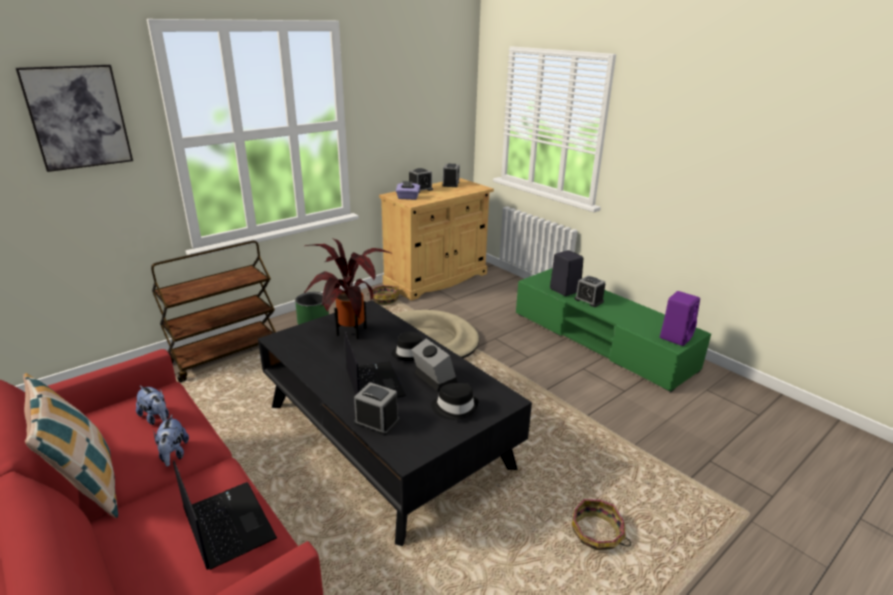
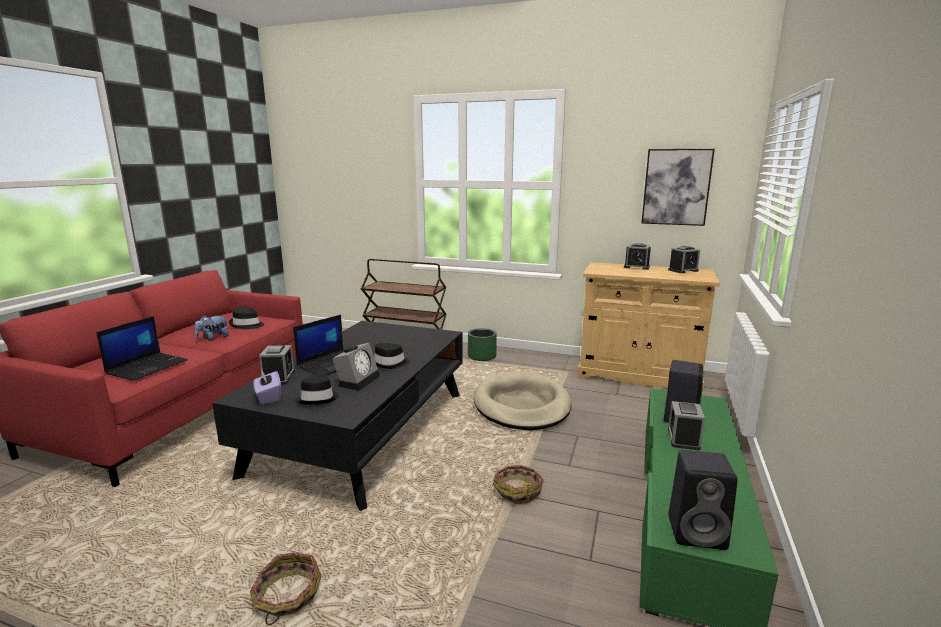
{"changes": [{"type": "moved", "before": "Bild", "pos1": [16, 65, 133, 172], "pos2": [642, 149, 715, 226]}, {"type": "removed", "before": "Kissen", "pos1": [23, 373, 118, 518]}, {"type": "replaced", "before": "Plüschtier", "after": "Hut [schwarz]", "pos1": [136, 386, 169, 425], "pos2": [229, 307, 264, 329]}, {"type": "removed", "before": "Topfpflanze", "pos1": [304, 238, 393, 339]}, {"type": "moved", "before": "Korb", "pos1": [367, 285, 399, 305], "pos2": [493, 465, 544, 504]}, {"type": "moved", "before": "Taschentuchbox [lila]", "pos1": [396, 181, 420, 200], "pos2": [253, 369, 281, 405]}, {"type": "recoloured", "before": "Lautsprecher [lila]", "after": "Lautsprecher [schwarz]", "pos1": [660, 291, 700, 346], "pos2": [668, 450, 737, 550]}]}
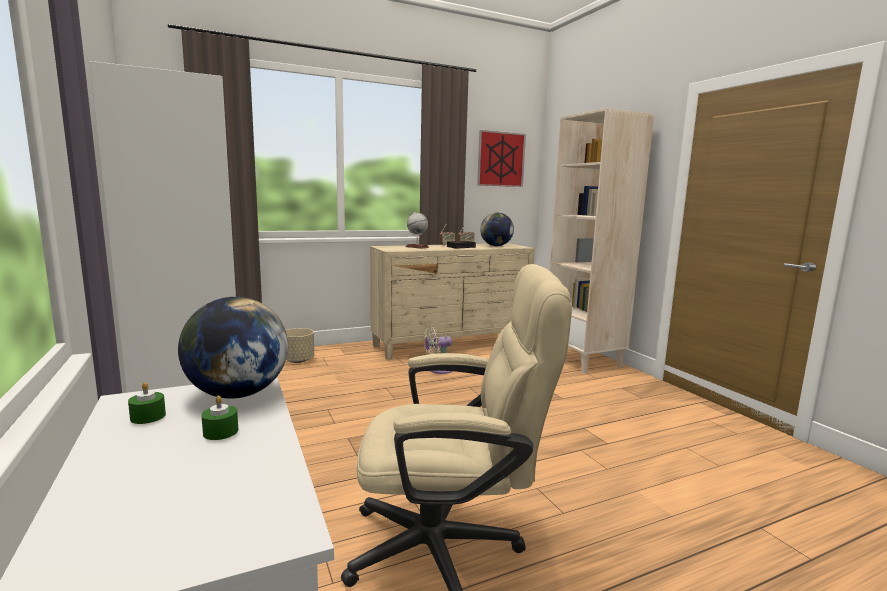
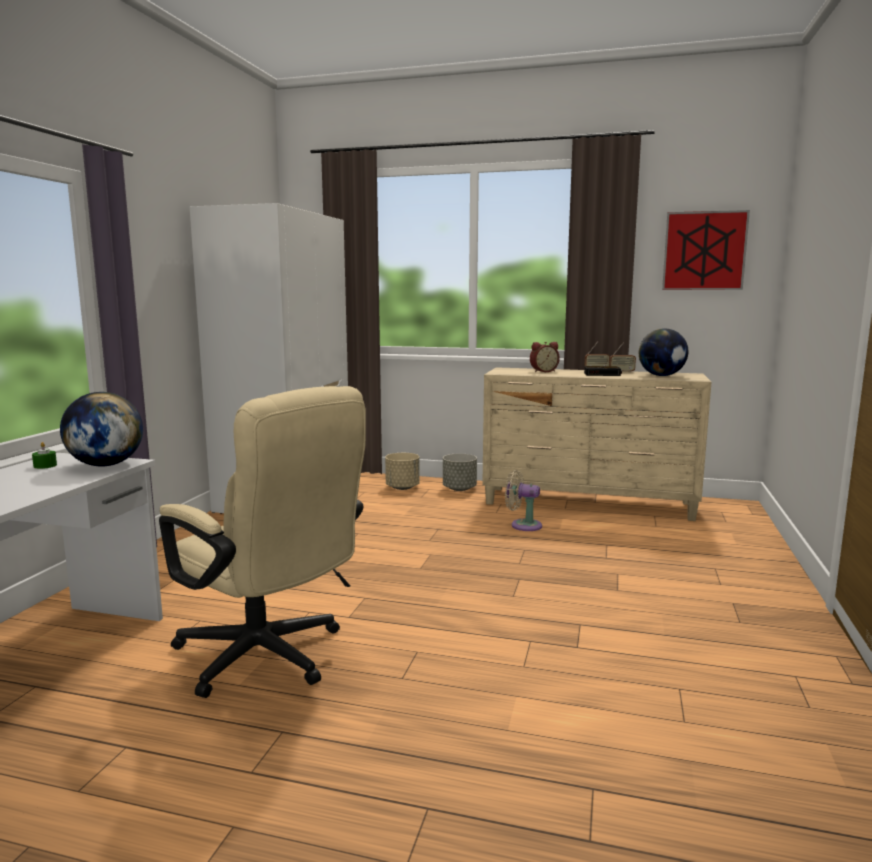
{"changes": [{"type": "removed", "before": "Kerze [grün]", "pos1": [201, 396, 238, 440]}, {"type": "replaced", "before": "Globus", "after": "Wecker", "pos1": [406, 212, 429, 249], "pos2": [530, 342, 560, 372]}, {"type": "removed", "before": "Bücherregal [beige]", "pos1": [550, 108, 654, 374]}, {"type": "added", "after": "Pflanzkübel [grau]", "pos2": [443, 454, 477, 491]}]}
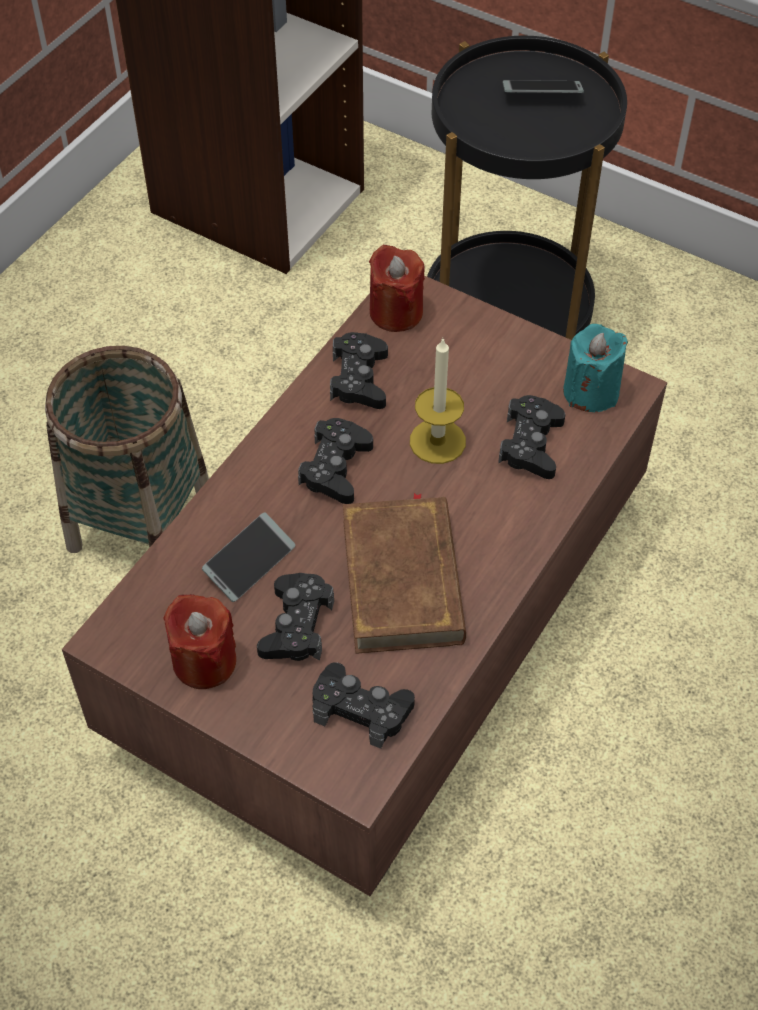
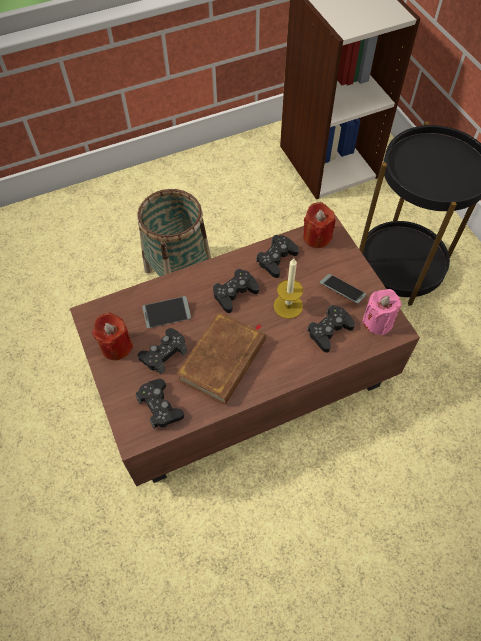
{"changes": [{"type": "moved", "before": "Handy", "pos1": [503, 80, 584, 93], "pos2": [320, 274, 367, 304]}, {"type": "recoloured", "before": "Kerze [türkis]", "after": "Kerze [rosa]", "pos1": [563, 324, 628, 412], "pos2": [362, 289, 401, 335]}]}
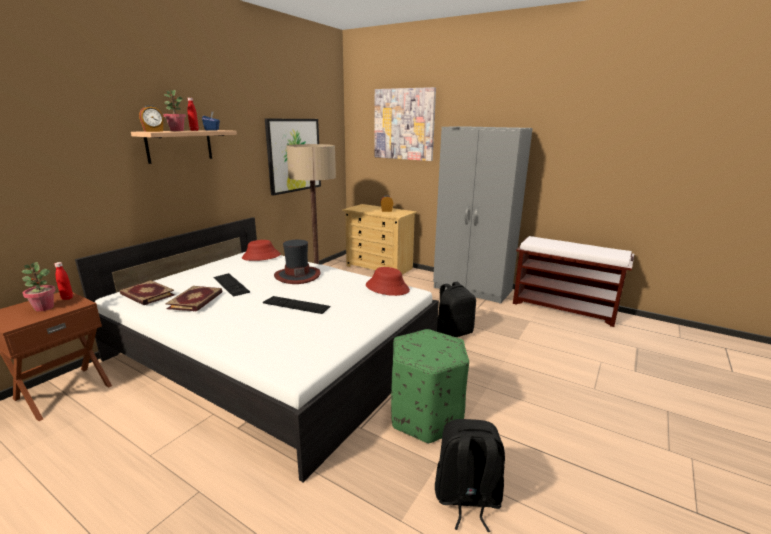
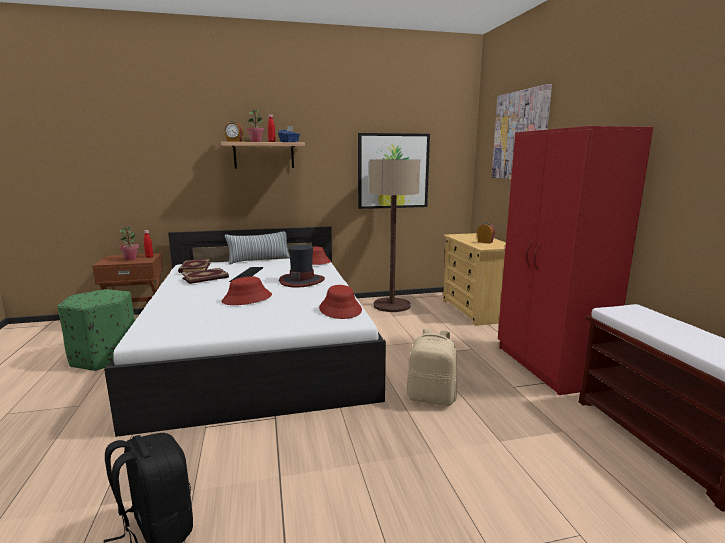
{"changes": [{"type": "replaced", "before": "Tastatur", "after": "Hut [rot]", "pos1": [263, 296, 331, 314], "pos2": [222, 277, 272, 305]}, {"type": "moved", "before": "Polsterhocker [grün]", "pos1": [391, 329, 469, 444], "pos2": [58, 289, 135, 371]}, {"type": "recoloured", "before": "Kleiderschrank [grau]", "after": "Kleiderschrank [rot]", "pos1": [433, 126, 533, 304], "pos2": [498, 126, 653, 395]}, {"type": "recoloured", "before": "Rucksack [schwarz]", "after": "Rucksack [beige]", "pos1": [437, 282, 476, 337], "pos2": [407, 329, 457, 406]}, {"type": "added", "after": "Kissen", "pos2": [225, 231, 290, 265]}]}
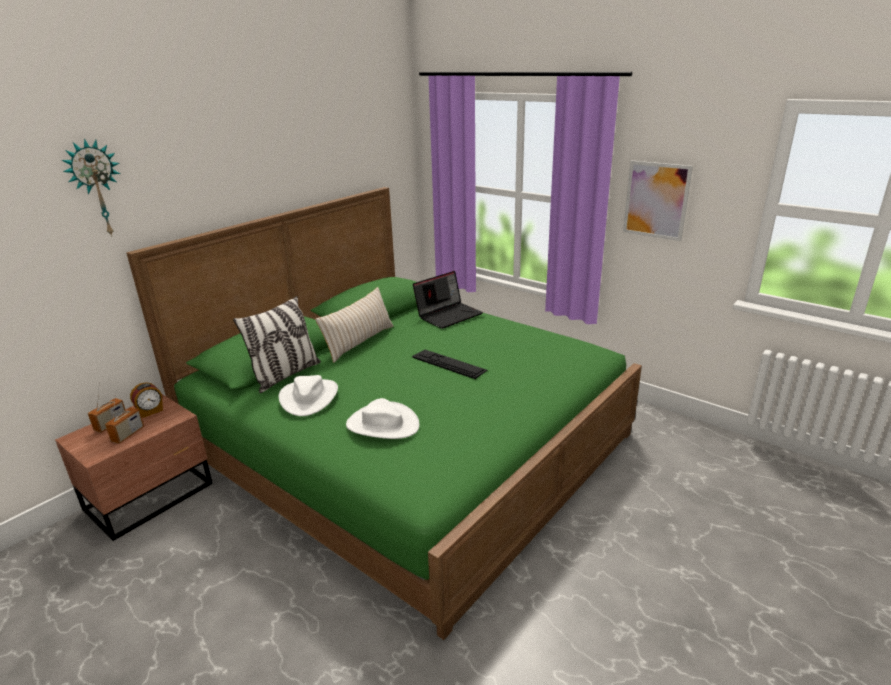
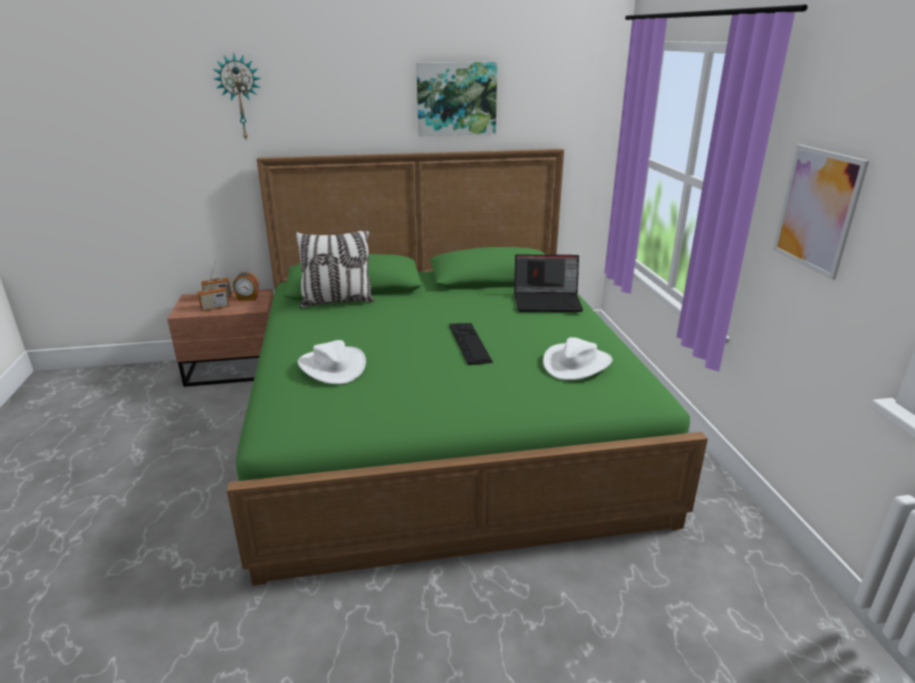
{"changes": [{"type": "moved", "before": "Hut [weiß]", "pos1": [279, 375, 338, 416], "pos2": [543, 337, 612, 380]}, {"type": "removed", "before": "Kissen [beige]", "pos1": [315, 287, 393, 363]}, {"type": "added", "after": "Bild", "pos2": [416, 62, 498, 136]}]}
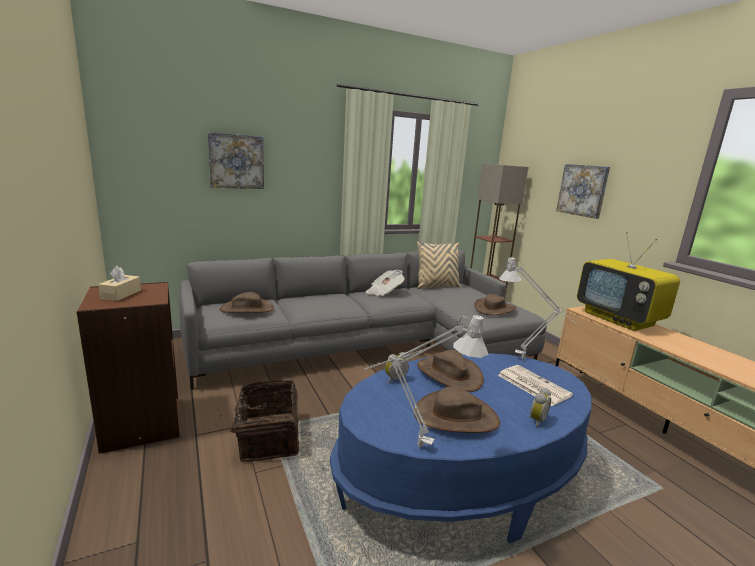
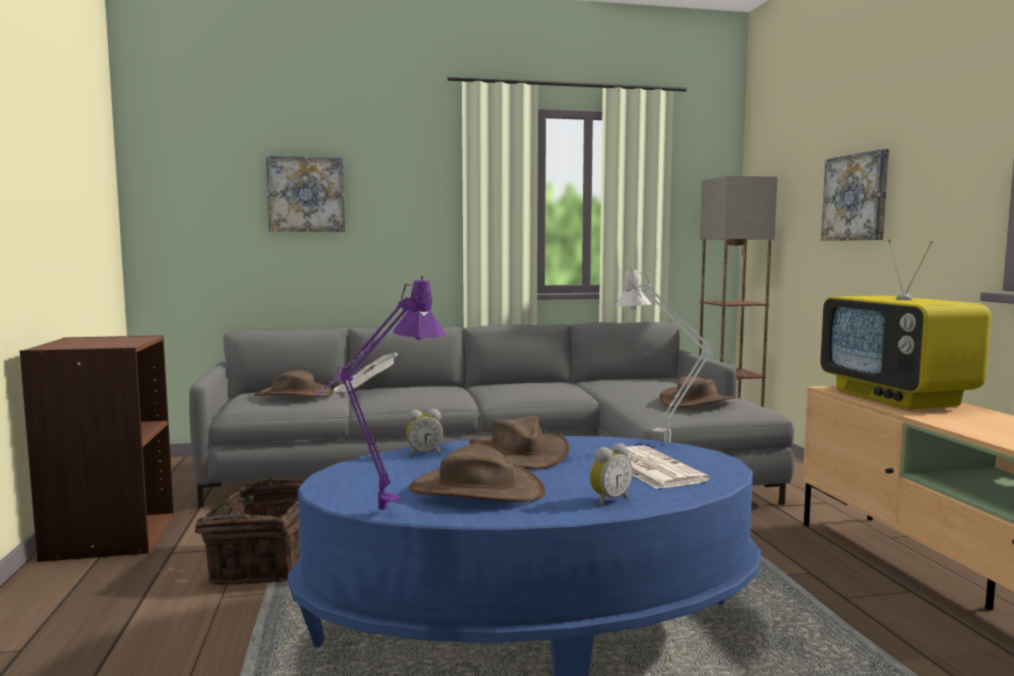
{"changes": [{"type": "removed", "before": "Taschentuchbox [beige]", "pos1": [98, 266, 141, 301]}, {"type": "recoloured", "before": "Tischlampe [grau]", "after": "Tischlampe [lila]", "pos1": [364, 314, 489, 449], "pos2": [316, 276, 446, 512]}, {"type": "moved", "before": "Zeitung", "pos1": [366, 270, 405, 296], "pos2": [334, 353, 398, 392]}, {"type": "removed", "before": "Kissen [beige]", "pos1": [417, 241, 461, 289]}]}
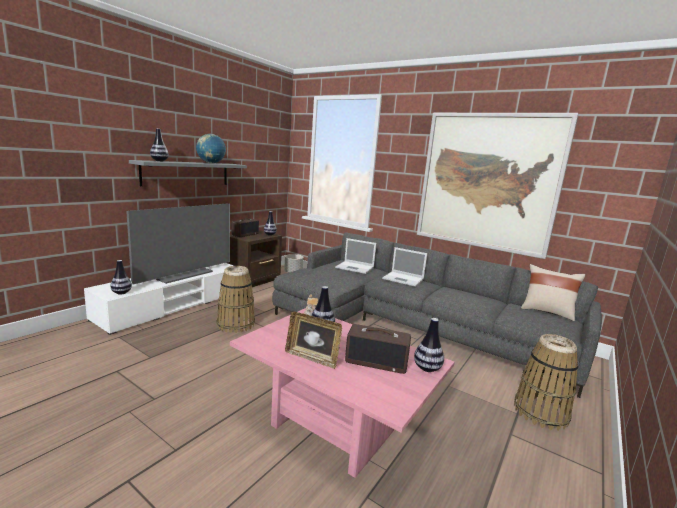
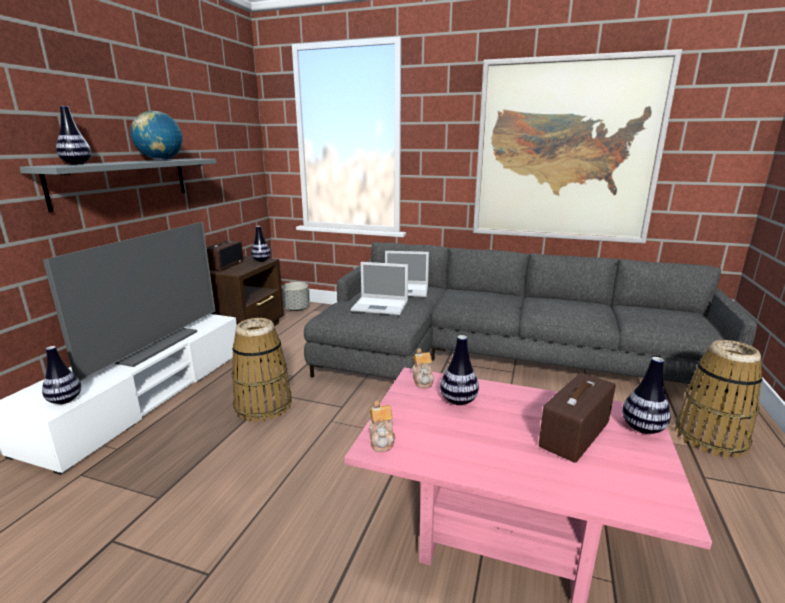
{"changes": [{"type": "removed", "before": "Bilderrahmen", "pos1": [285, 311, 342, 369]}, {"type": "turned", "before": "Radio", "pos1": [345, 324, 411, 374], "pos2": [539, 373, 615, 463], "turn": 135}, {"type": "moved", "before": "Laptop", "pos1": [382, 247, 427, 287], "pos2": [350, 262, 408, 315]}, {"type": "removed", "before": "Kissen [beige]", "pos1": [521, 264, 585, 321]}, {"type": "added", "after": "Teekanne", "pos2": [369, 401, 396, 452]}]}
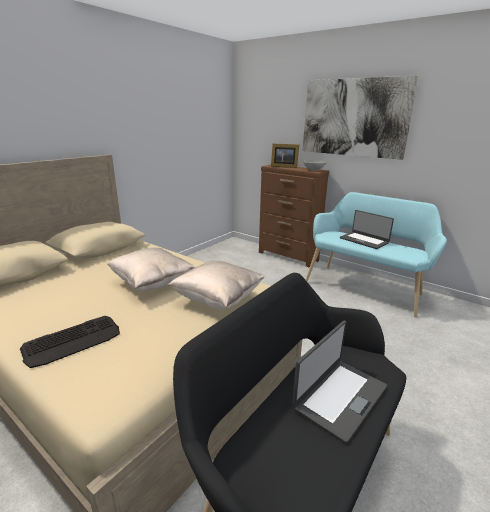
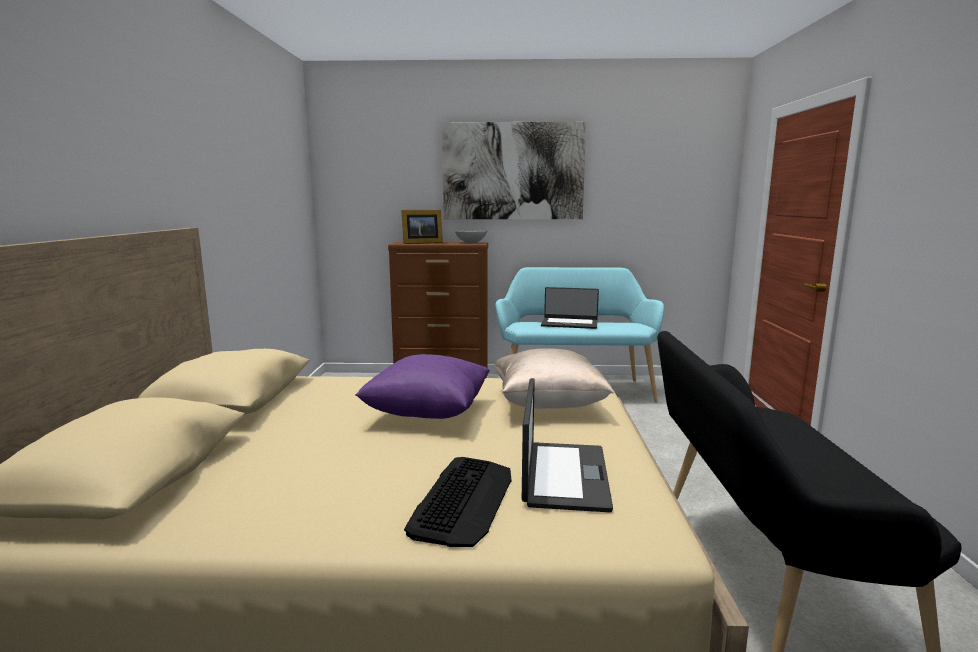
{"changes": [{"type": "recoloured", "before": "Kissen [beige]", "after": "Kissen [lila]", "pos1": [107, 248, 195, 291], "pos2": [355, 354, 490, 419]}, {"type": "moved", "before": "Laptop", "pos1": [292, 320, 387, 444], "pos2": [522, 378, 613, 512]}]}
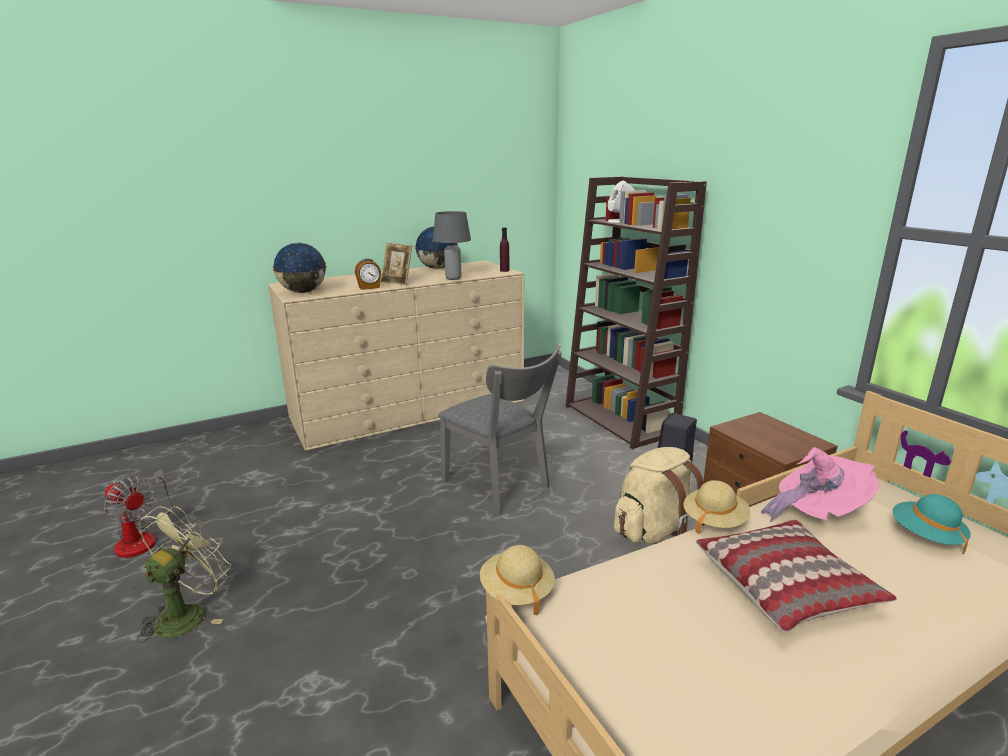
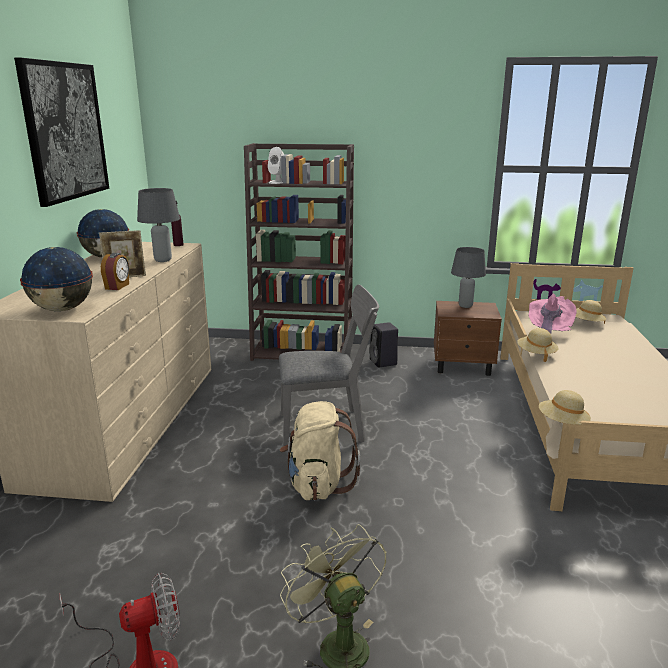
{"changes": [{"type": "moved", "before": "Rucksack [beige]", "pos1": [614, 447, 705, 545], "pos2": [280, 401, 360, 500]}, {"type": "removed", "before": "Kissen", "pos1": [696, 520, 897, 632]}, {"type": "recoloured", "before": "Hut [türkis]", "after": "Hut [beige]", "pos1": [892, 494, 971, 554], "pos2": [576, 300, 606, 324]}, {"type": "added", "after": "Bild", "pos2": [14, 58, 109, 207]}, {"type": "added", "after": "Tischlampe [grau]", "pos2": [451, 247, 486, 308]}]}
